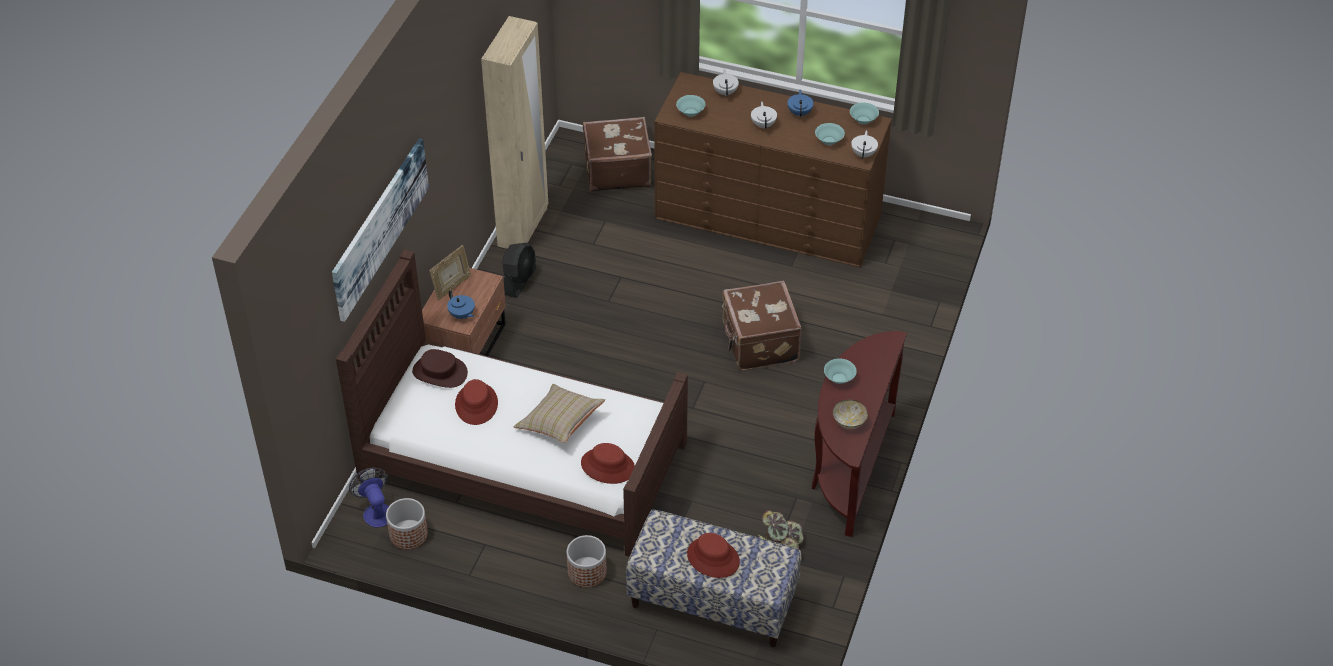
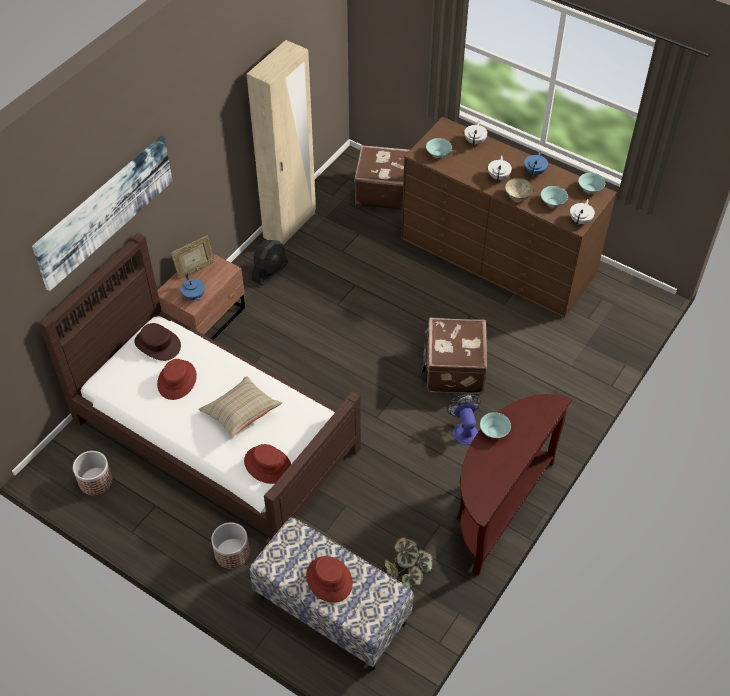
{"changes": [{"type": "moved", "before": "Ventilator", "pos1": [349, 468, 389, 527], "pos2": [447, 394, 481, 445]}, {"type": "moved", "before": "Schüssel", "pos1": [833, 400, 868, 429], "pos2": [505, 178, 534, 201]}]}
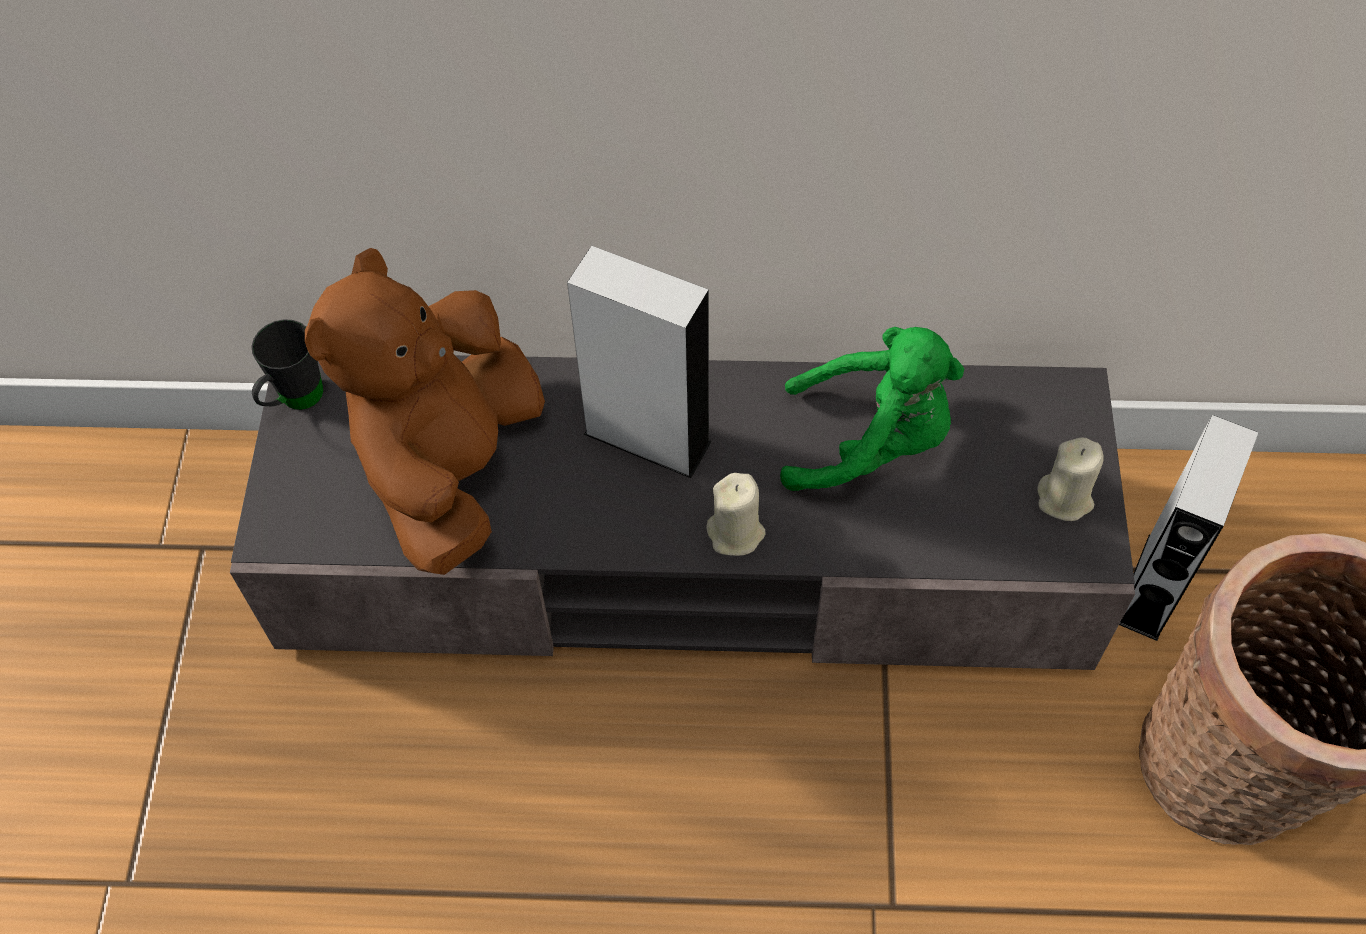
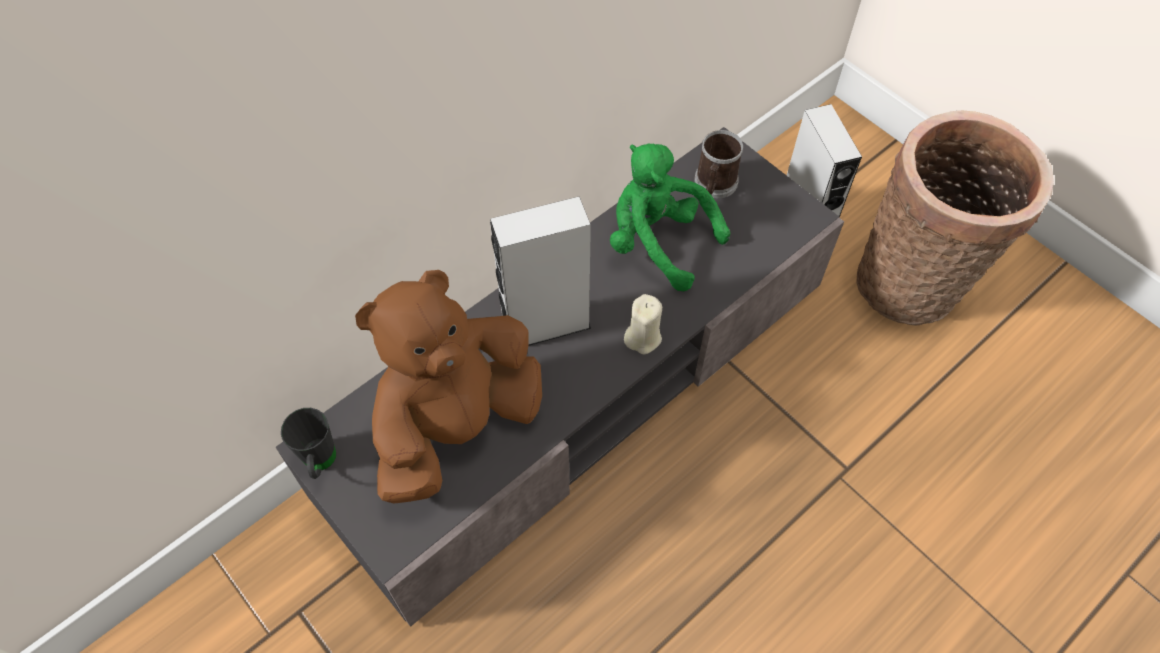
{"changes": [{"type": "turned", "before": "Plüschtier [braun]", "pos1": [305, 248, 545, 575], "pos2": [355, 270, 542, 504], "turn": 75}, {"type": "turned", "before": "Plüschtier [grün]", "pos1": [780, 327, 964, 491], "pos2": [610, 143, 730, 291], "turn": -105}, {"type": "removed", "before": "Kerze [beige]", "pos1": [1037, 437, 1104, 521]}, {"type": "added", "after": "Henkelbecher", "pos2": [694, 130, 743, 198]}]}
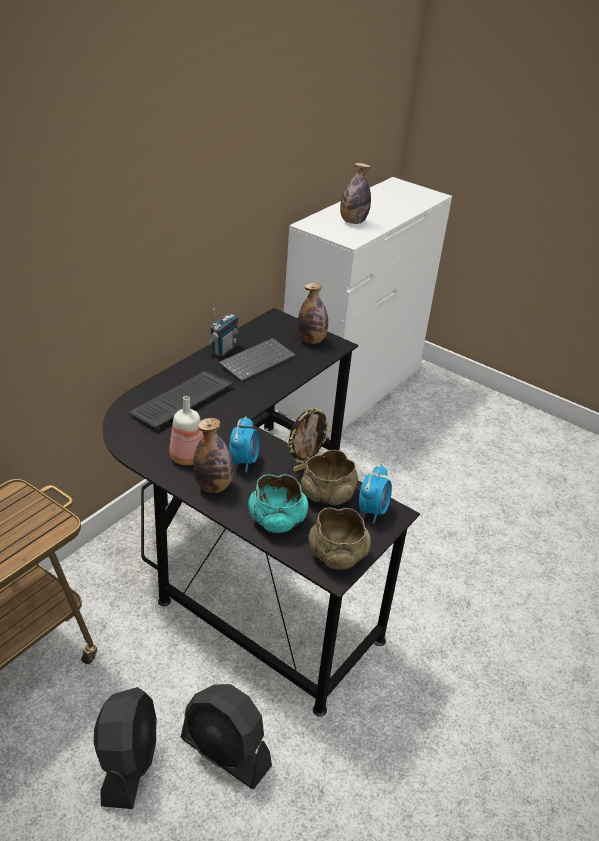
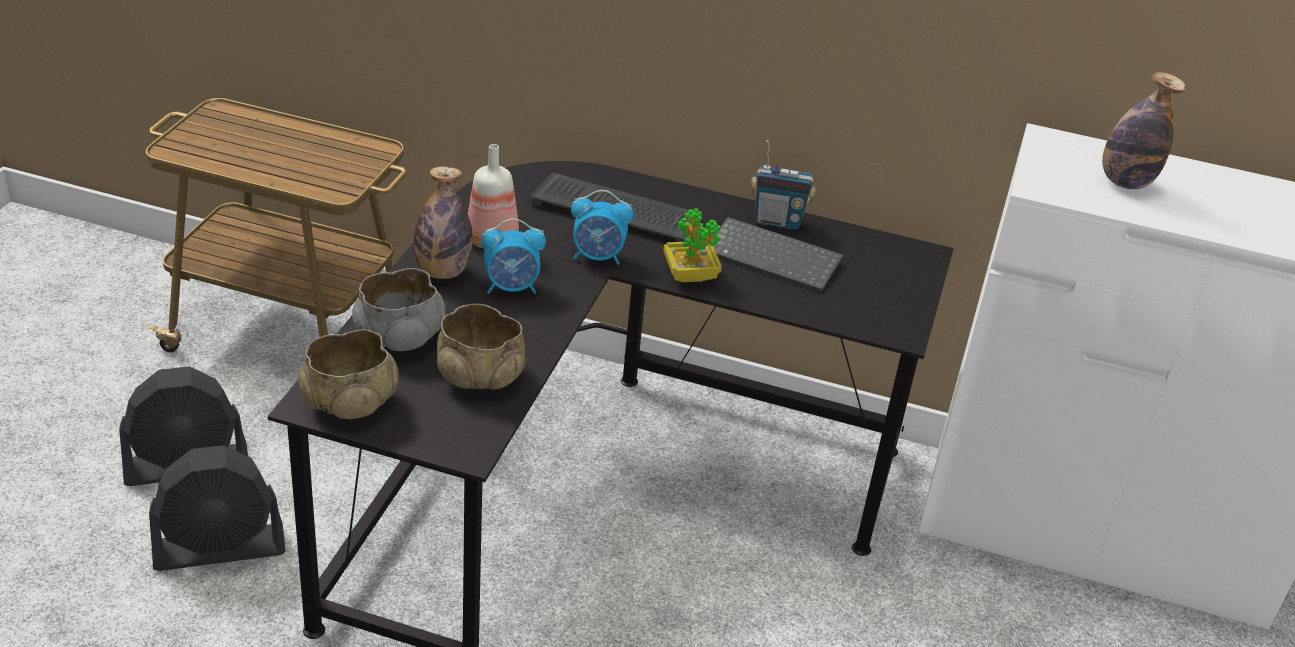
{"changes": [{"type": "turned", "before": "Ventilator [schwarz]", "pos1": [181, 684, 272, 789], "pos2": [149, 445, 286, 571], "turn": -120}, {"type": "recoloured", "before": "Schüssel [türkis]", "after": "Schüssel [grau]", "pos1": [248, 474, 308, 533], "pos2": [352, 268, 446, 351]}, {"type": "removed", "before": "Bilderrahmen", "pos1": [287, 408, 331, 472]}, {"type": "removed", "before": "Flasche", "pos1": [298, 283, 328, 344]}, {"type": "moved", "before": "Wecker", "pos1": [359, 464, 392, 524], "pos2": [571, 190, 633, 265]}, {"type": "added", "after": "Topfpflanze", "pos2": [663, 208, 722, 282]}]}
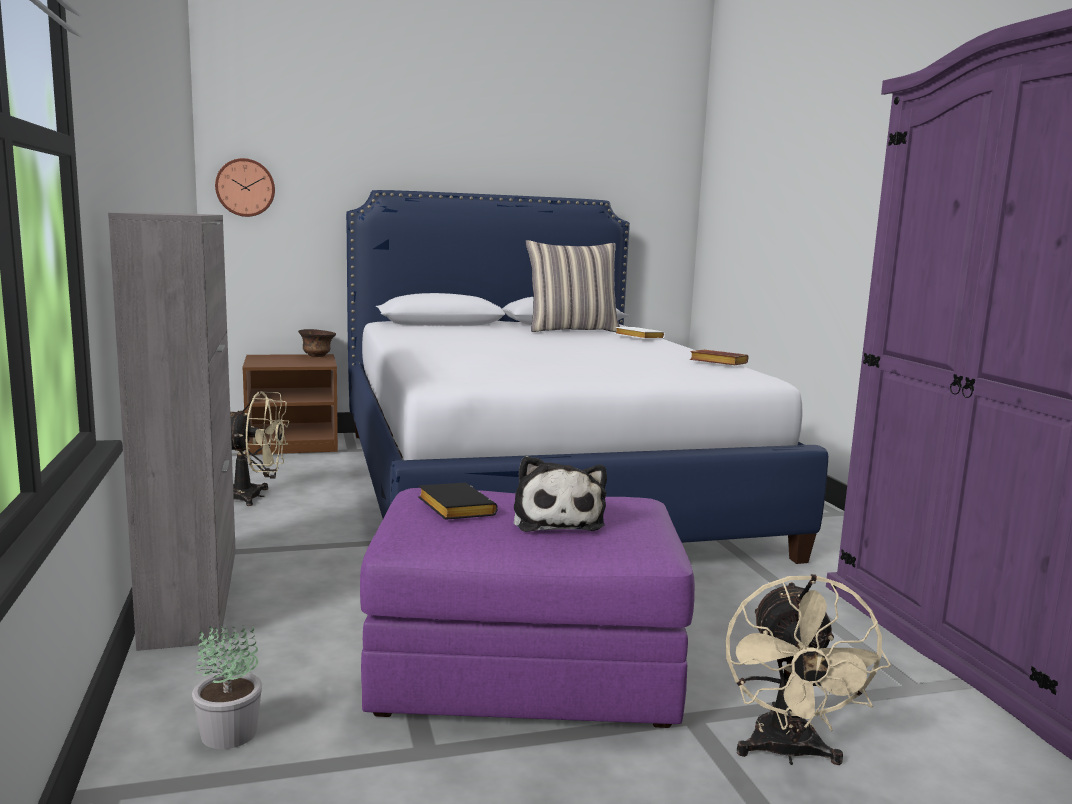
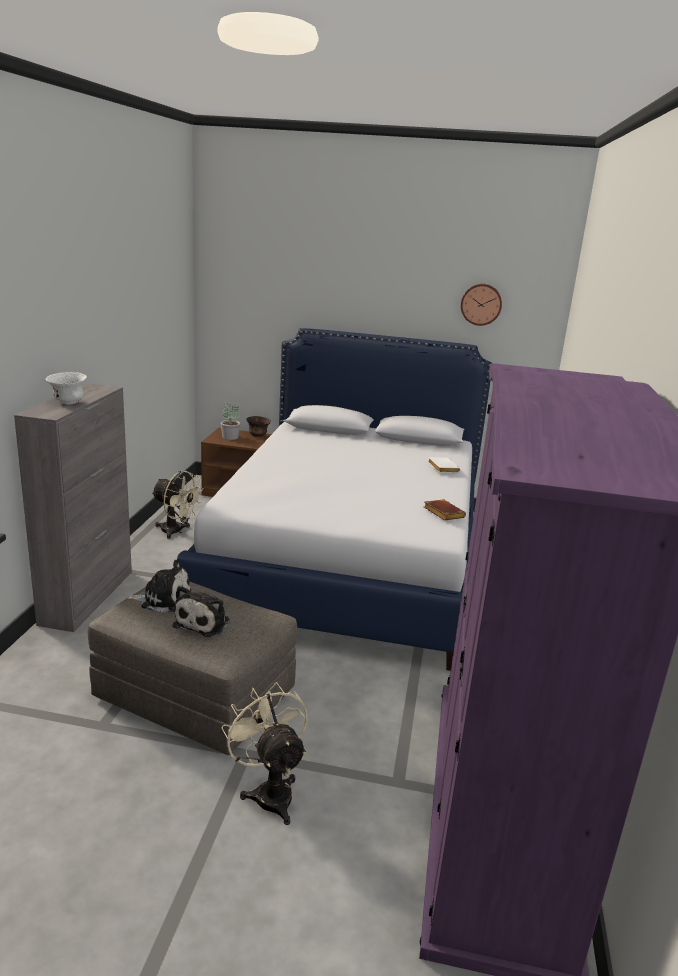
{"changes": [{"type": "moved", "before": "Topfpflanze", "pos1": [192, 625, 262, 749], "pos2": [221, 404, 240, 440]}, {"type": "moved", "before": "Wanduhr", "pos1": [215, 158, 275, 217], "pos2": [461, 284, 502, 326]}, {"type": "recoloured", "before": "Polsterhocker [lila]", "after": "Polsterhocker [grau]", "pos1": [360, 488, 695, 728], "pos2": [88, 581, 297, 755]}, {"type": "replaced", "before": "Buch [schwarz]", "after": "Plüschtier", "pos1": [418, 483, 498, 520], "pos2": [127, 560, 191, 613]}, {"type": "removed", "before": "Kissen", "pos1": [525, 240, 620, 332]}, {"type": "turned", "before": "Ventilator [beige]", "pos1": [726, 574, 891, 765], "pos2": [222, 682, 308, 825], "turn": 120}, {"type": "added", "after": "Schüssel [weiß]", "pos2": [46, 372, 87, 404]}]}
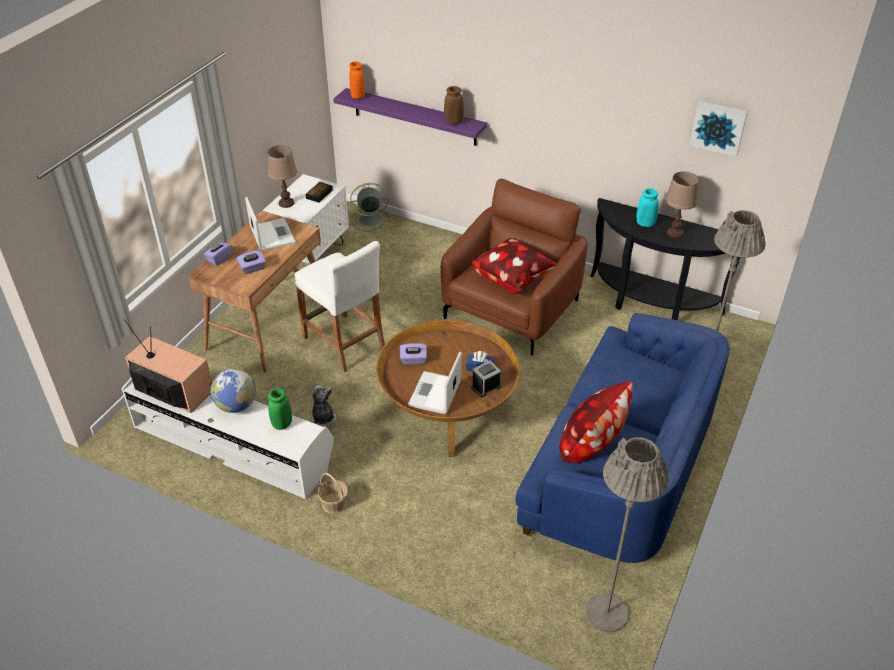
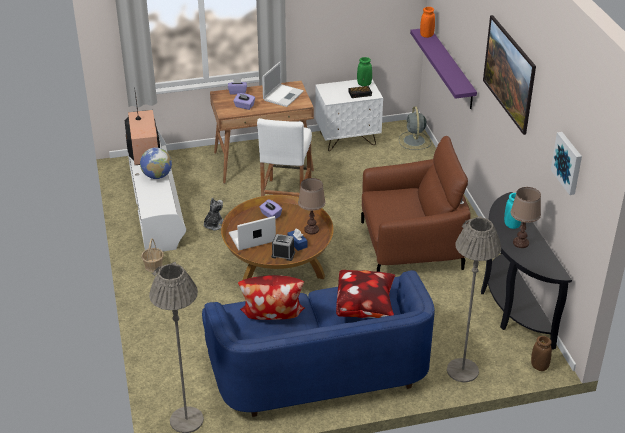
{"changes": [{"type": "moved", "before": "Tischlampe [braun]", "pos1": [268, 145, 297, 208], "pos2": [298, 178, 326, 234]}, {"type": "moved", "before": "Vase [grün]", "pos1": [268, 388, 292, 430], "pos2": [357, 57, 372, 86]}, {"type": "turned", "before": "Ventilator [grau]", "pos1": [350, 183, 391, 232], "pos2": [399, 106, 431, 150], "turn": -135}, {"type": "moved", "before": "Vase [braun]", "pos1": [444, 86, 464, 125], "pos2": [531, 336, 552, 371]}, {"type": "moved", "before": "Kissen", "pos1": [472, 238, 557, 294], "pos2": [336, 270, 395, 318]}, {"type": "added", "after": "Bild", "pos2": [483, 15, 536, 135]}]}
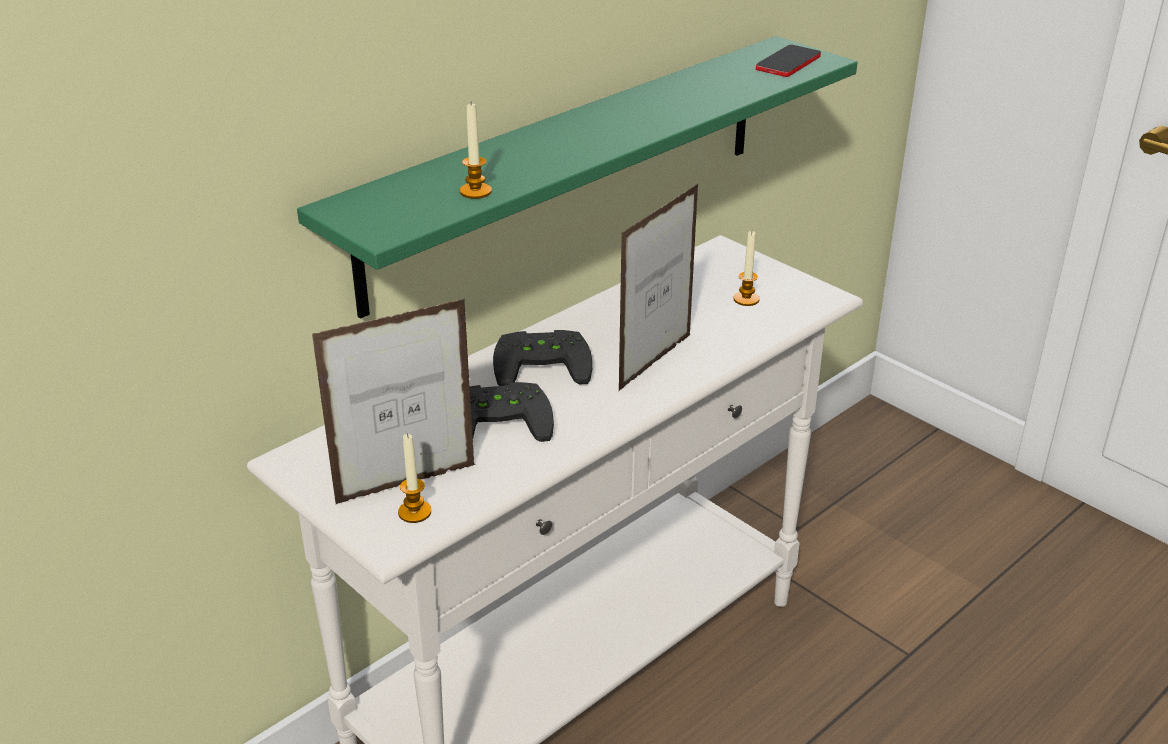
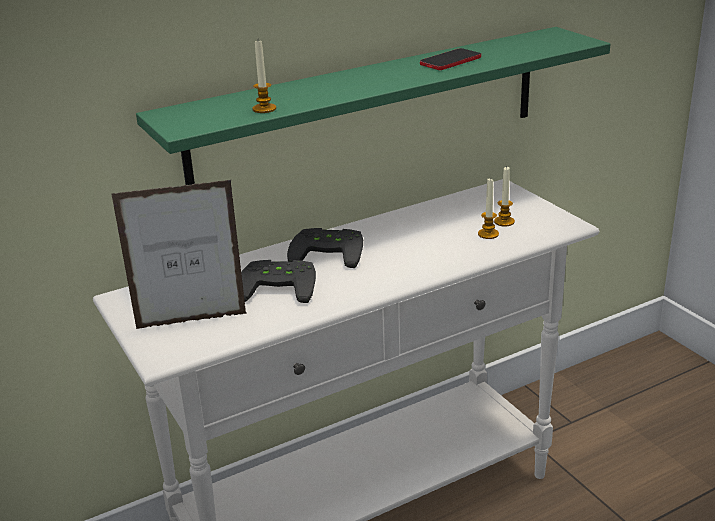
{"changes": [{"type": "moved", "before": "Kerze", "pos1": [398, 433, 431, 523], "pos2": [478, 177, 499, 239]}, {"type": "removed", "before": "Bilderrahmen", "pos1": [619, 184, 698, 391]}, {"type": "moved", "before": "Handy", "pos1": [756, 45, 821, 77], "pos2": [420, 48, 481, 70]}]}
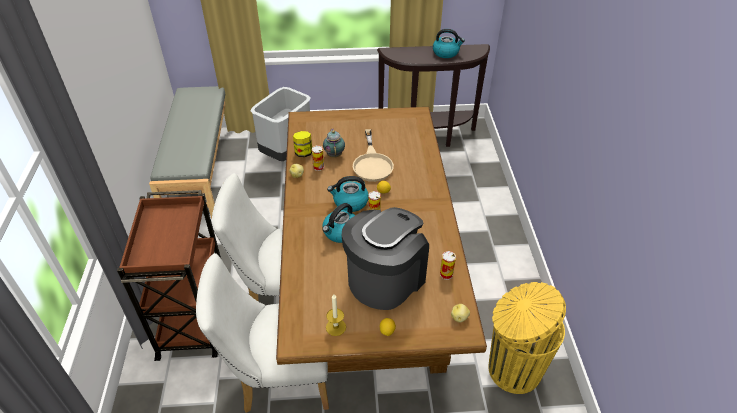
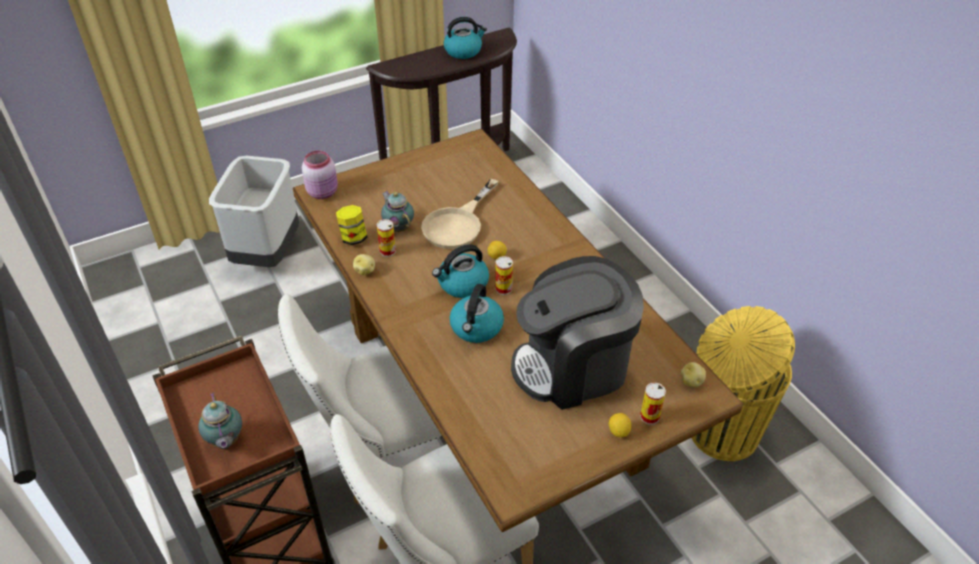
{"changes": [{"type": "removed", "before": "Bank [grau]", "pos1": [149, 86, 226, 219]}, {"type": "removed", "before": "Kerze", "pos1": [326, 294, 346, 336]}, {"type": "turned", "before": "Kaffeemaschine", "pos1": [342, 207, 429, 310], "pos2": [511, 256, 644, 410], "turn": -120}, {"type": "turned", "before": "Pfanne [beige]", "pos1": [353, 129, 394, 182], "pos2": [421, 179, 499, 249], "turn": 60}, {"type": "moved", "before": "Dose", "pos1": [440, 251, 456, 280], "pos2": [640, 382, 666, 425]}, {"type": "added", "after": "Teekanne", "pos2": [198, 393, 242, 449]}, {"type": "added", "after": "Vorratsglas [rosa]", "pos2": [302, 150, 338, 199]}]}
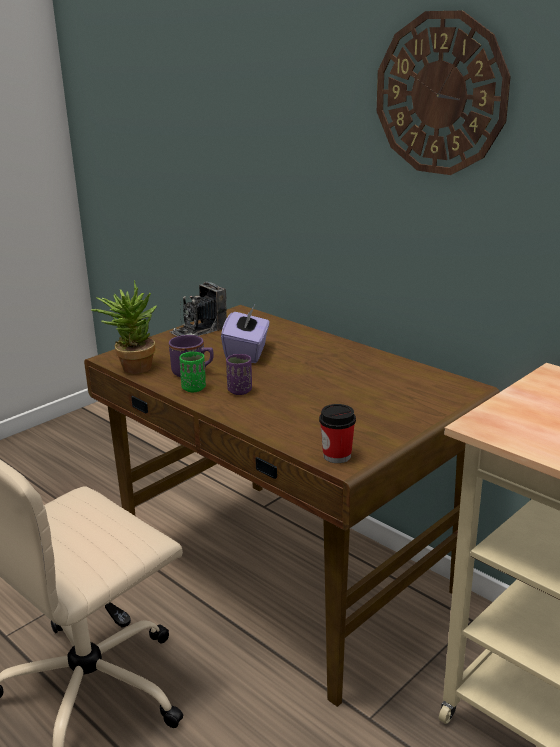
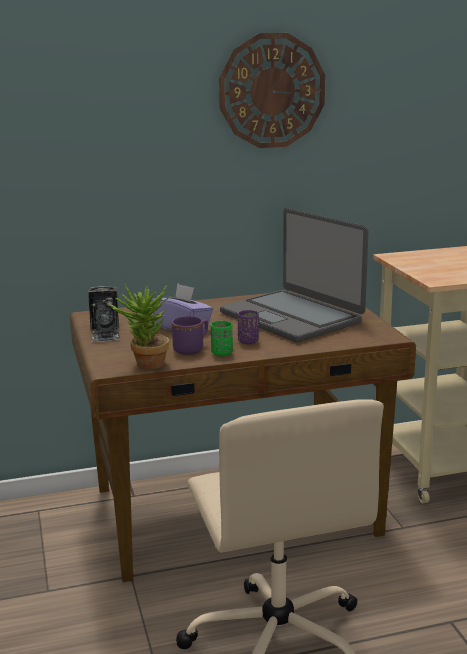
{"changes": [{"type": "removed", "before": "Tasse", "pos1": [319, 404, 356, 463]}, {"type": "added", "after": "Laptop", "pos2": [220, 208, 369, 342]}]}
